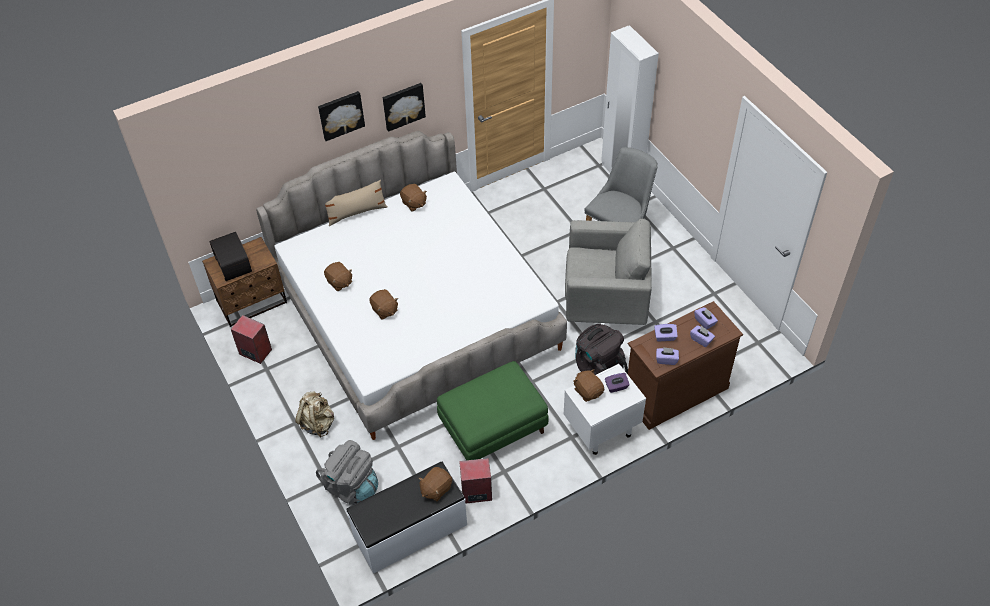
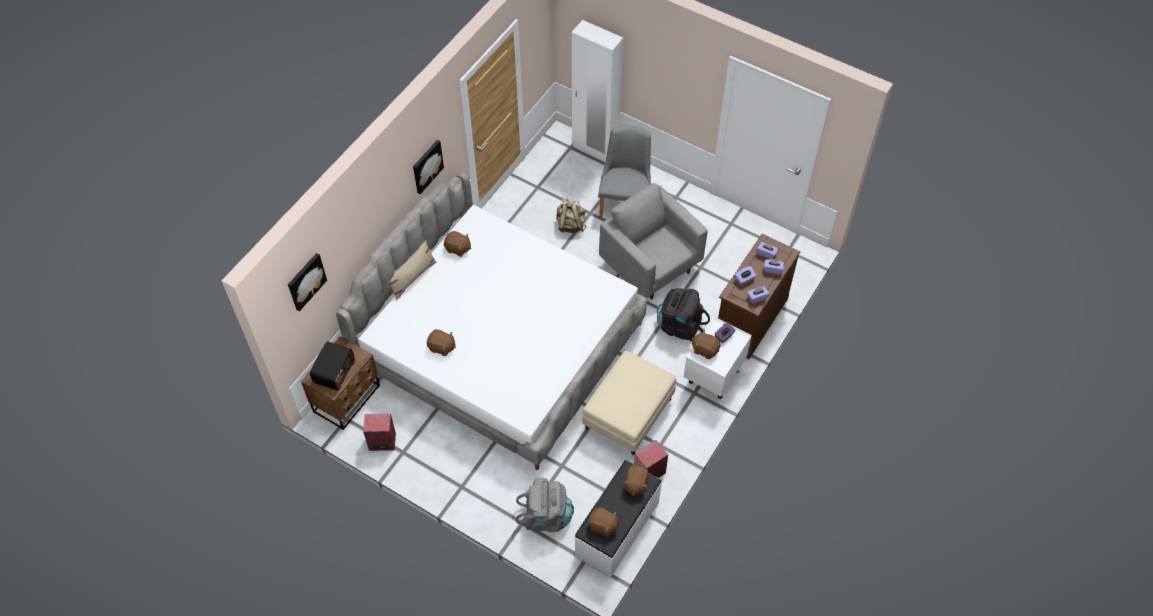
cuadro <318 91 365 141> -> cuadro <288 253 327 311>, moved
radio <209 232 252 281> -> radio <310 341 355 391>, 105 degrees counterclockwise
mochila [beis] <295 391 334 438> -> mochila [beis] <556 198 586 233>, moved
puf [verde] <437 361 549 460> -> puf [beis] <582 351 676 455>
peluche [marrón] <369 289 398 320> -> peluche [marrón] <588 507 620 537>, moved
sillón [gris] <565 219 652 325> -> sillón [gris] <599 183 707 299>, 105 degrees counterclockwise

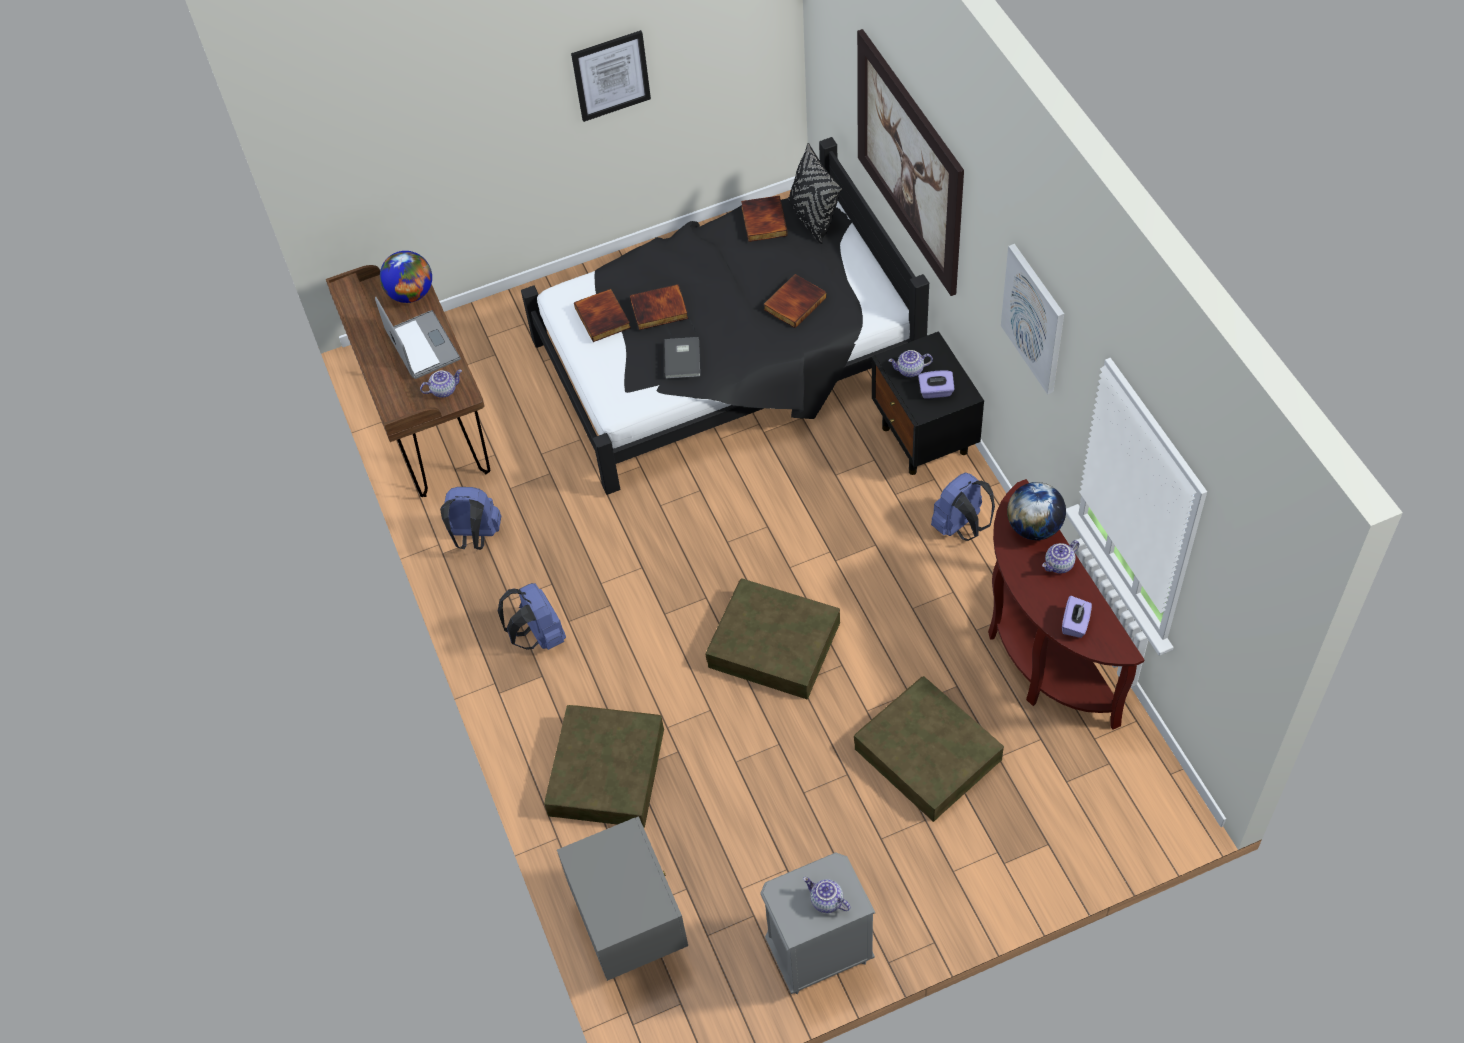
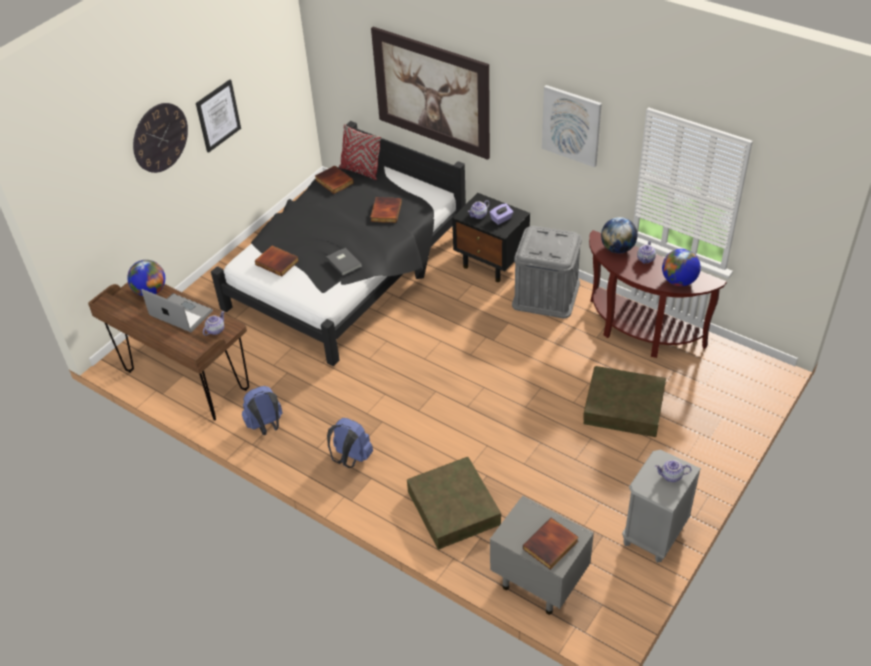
none -> reloj de pared <133 103 188 173>
cojín [negro] <788 143 842 244> -> cojín [rojo] <339 124 382 180>
mochila [azul] <931 473 995 541> -> caja de almacenaje [gris] <512 226 582 318>
libro <630 284 688 330> -> libro <523 518 579 570>, moved
caja de pañuelos [morado] <1062 596 1092 638> -> globo terráqueo <662 249 701 286>
caja de almacenaje [marrón] <705 579 840 699> -> none

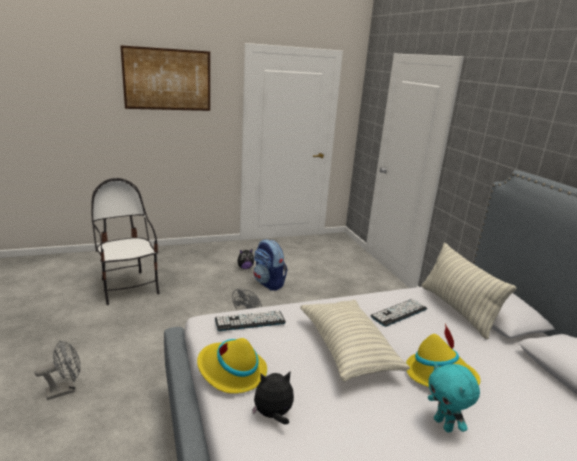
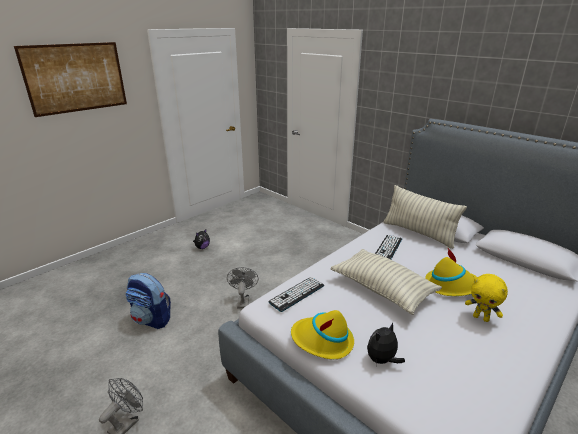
mochila <254 239 288 291> -> mochila <126 273 171 329>, moved
peluche [turquesa] <428 363 480 433> -> peluche [amarillo] <465 274 508 322>
silla <92 178 160 305> -> none

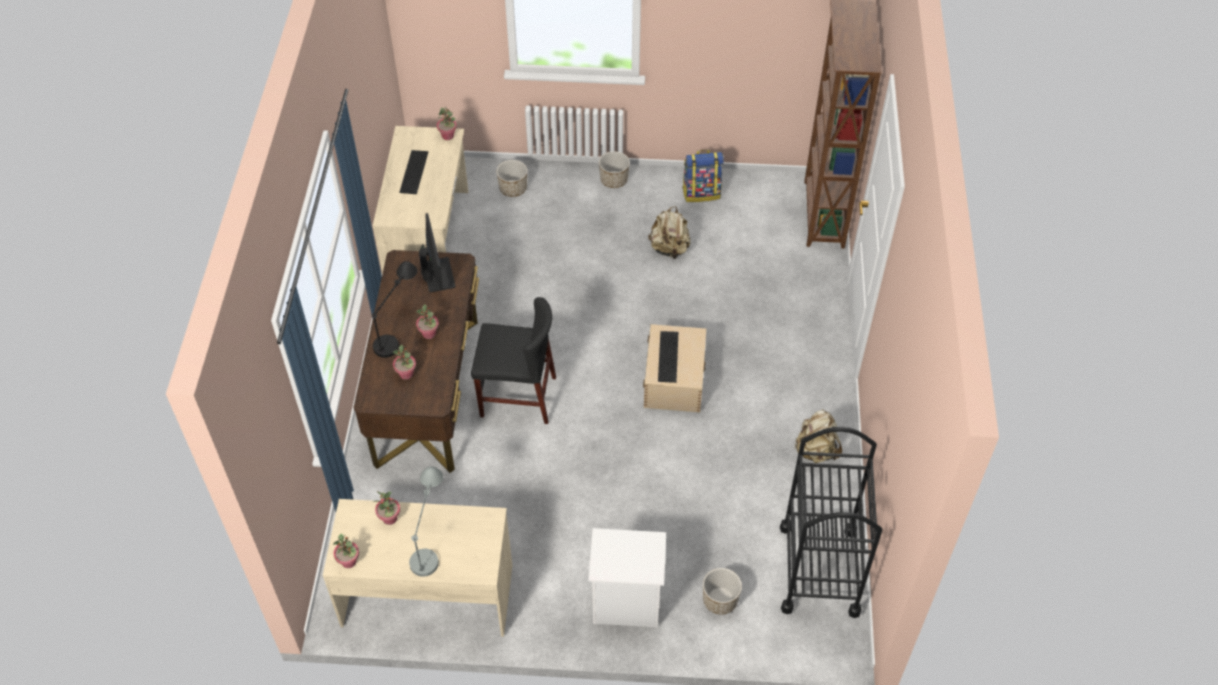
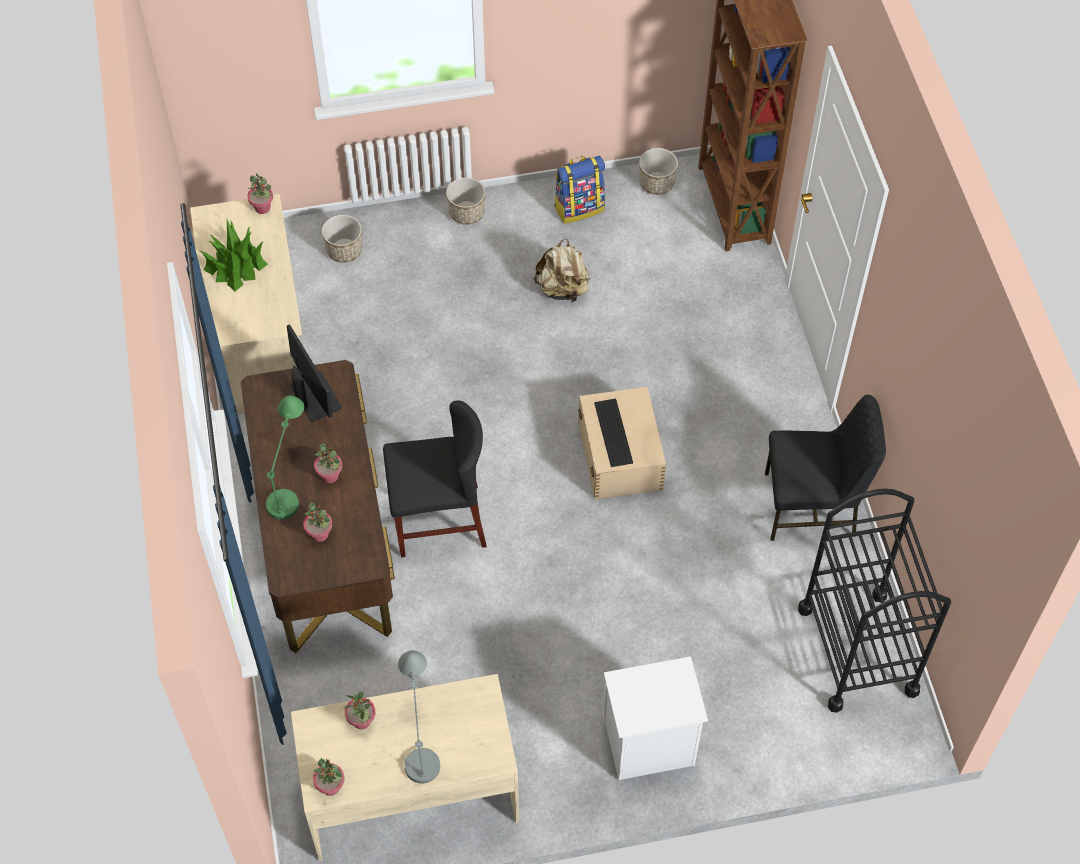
teclado <399 150 428 194> -> planta en maceta <200 219 268 291>
lámpara de mesa [negro] <371 261 417 358> -> lámpara de mesa [verde] <266 395 304 520>
maceta <703 568 742 614> -> maceta <639 148 678 195>, moved
mochila [beis] <794 409 842 463> -> silla [negro] <765 395 886 541>

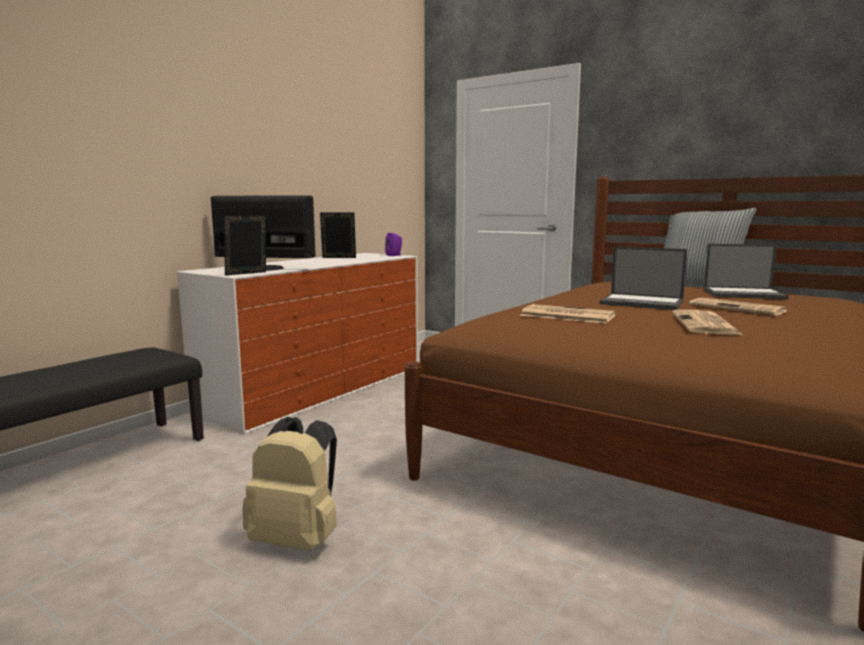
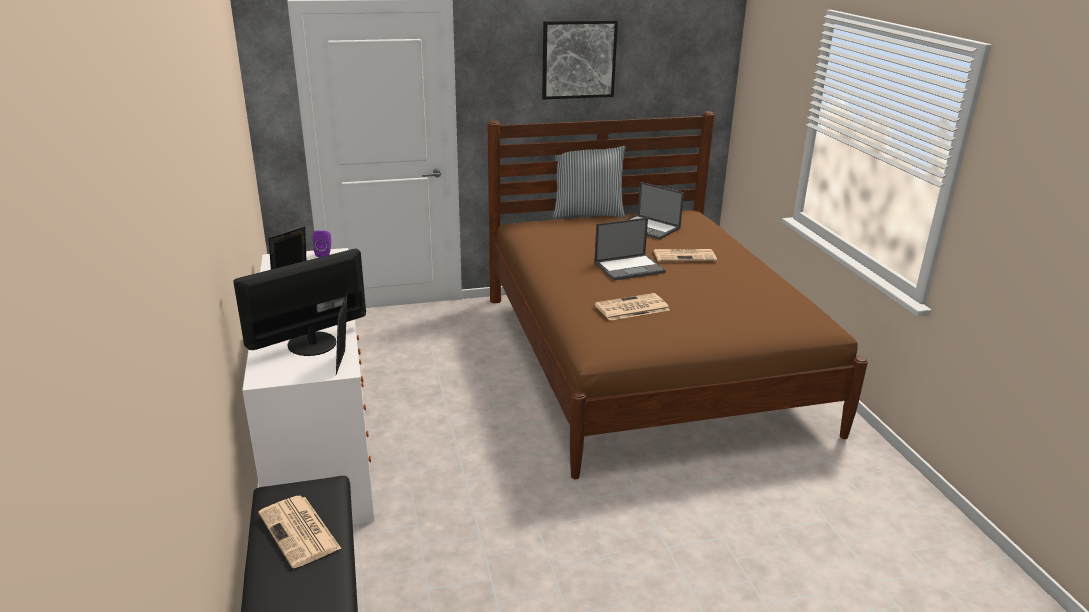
periódico <672 310 743 335> -> periódico <258 496 341 568>, moved
none -> cuadro <542 20 618 99>
portátil <704 244 789 299> -> portátil <628 182 684 240>, 75 degrees clockwise
mochila [beis] <242 417 337 551> -> none

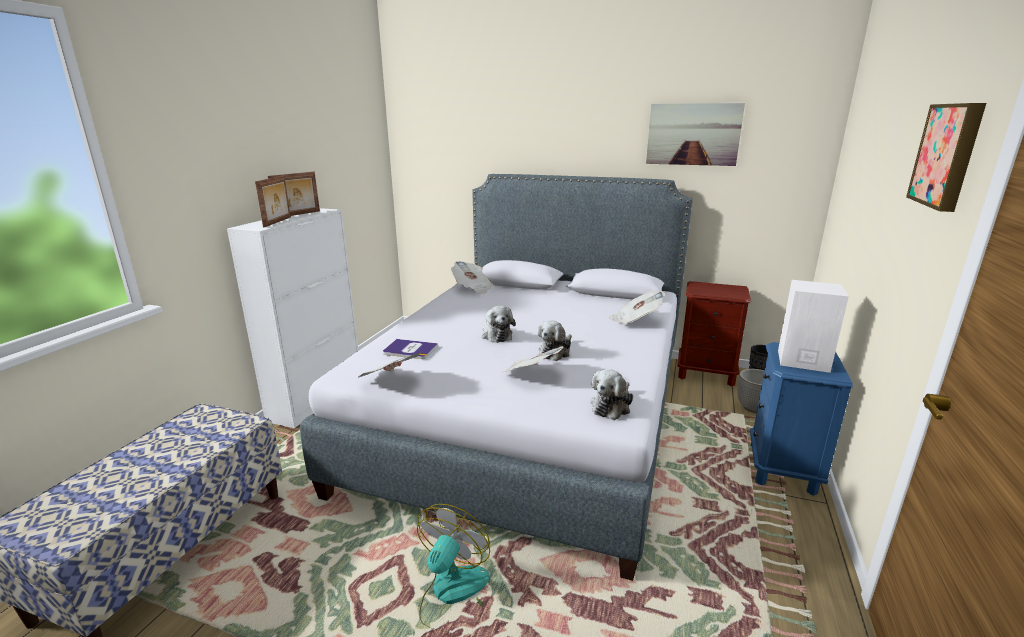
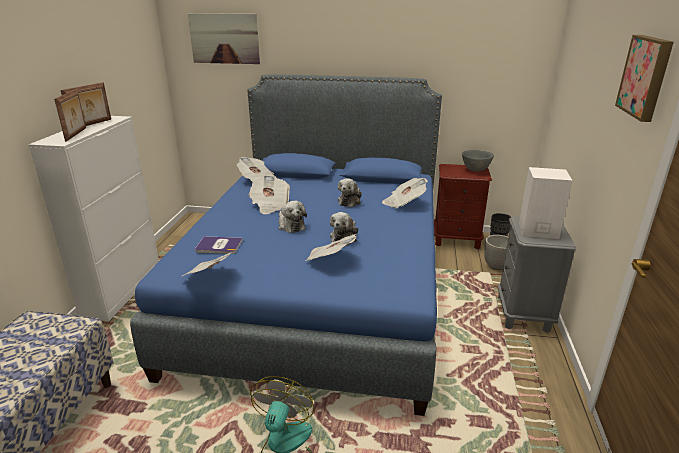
cama [gris] <300 174 693 581> -> cama [azul] <130 74 442 416>
cuadro <646 103 745 166> -> cuadro <188 13 260 64>, moved
none -> periódico <249 175 290 214>
peluche <591 369 633 420> -> peluche <338 178 362 207>, moved
none -> cuenco [gris] <462 150 494 172>
mesita de noche [azul] <750 342 853 496> -> mesita de noche [gris] <497 216 576 333>

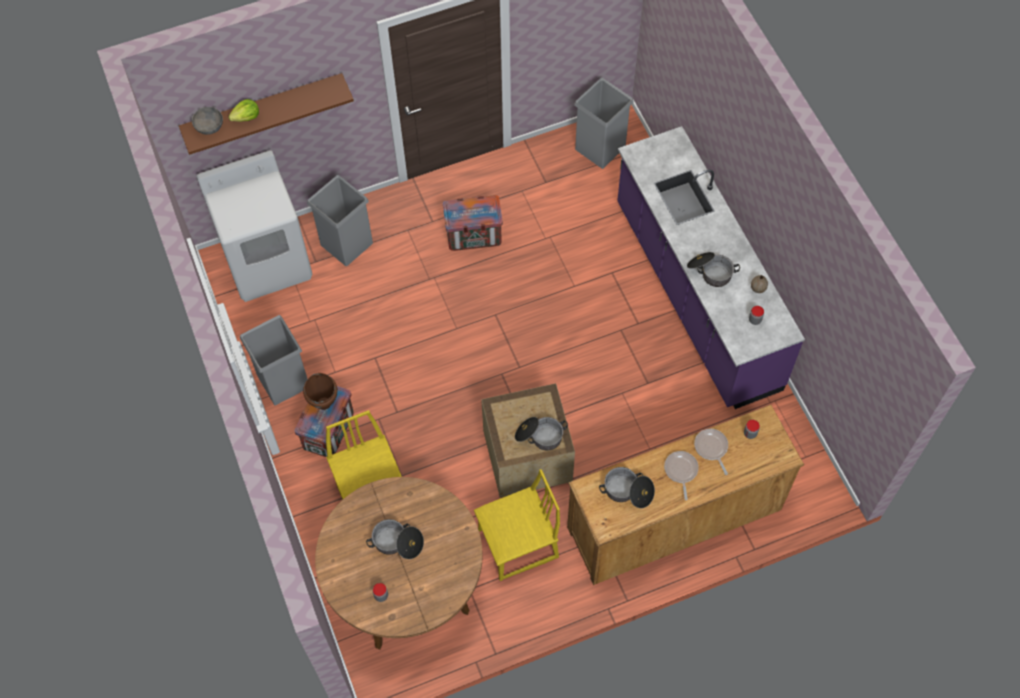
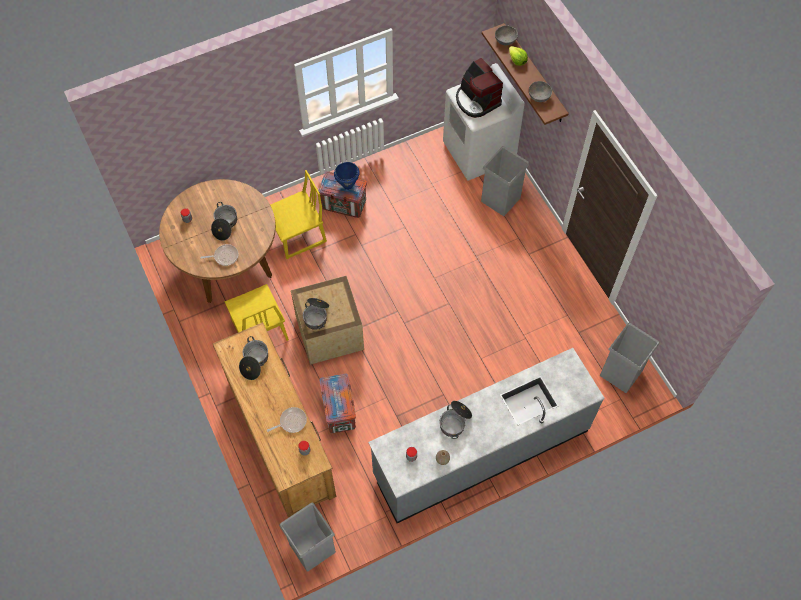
sartén <664 451 699 500> -> sartén <200 244 238 266>, moved
papelera [gris] <240 315 307 405> -> papelera [gris] <279 503 336 572>, moved
caja de embalaje <443 195 503 251> -> caja de embalaje <320 373 356 433>, moved
olla [marrón] <303 373 338 410> -> olla [azul] <334 162 359 190>
mueble bajo de cocina [morado] <617 126 805 409> -> mueble bajo de cocina [gris] <368 348 605 523>
none -> cafetera <456 58 503 118>
none -> cuenco [gris] <529 81 552 102>

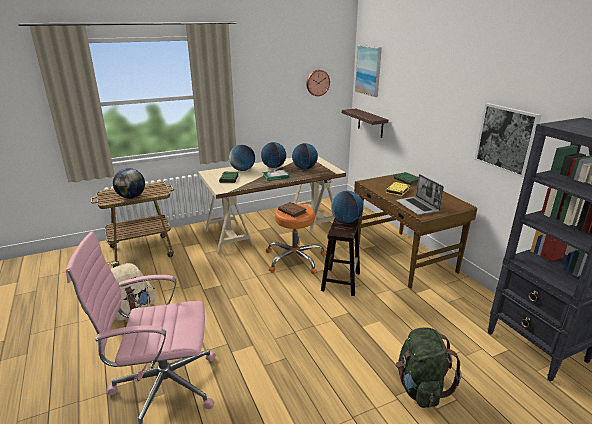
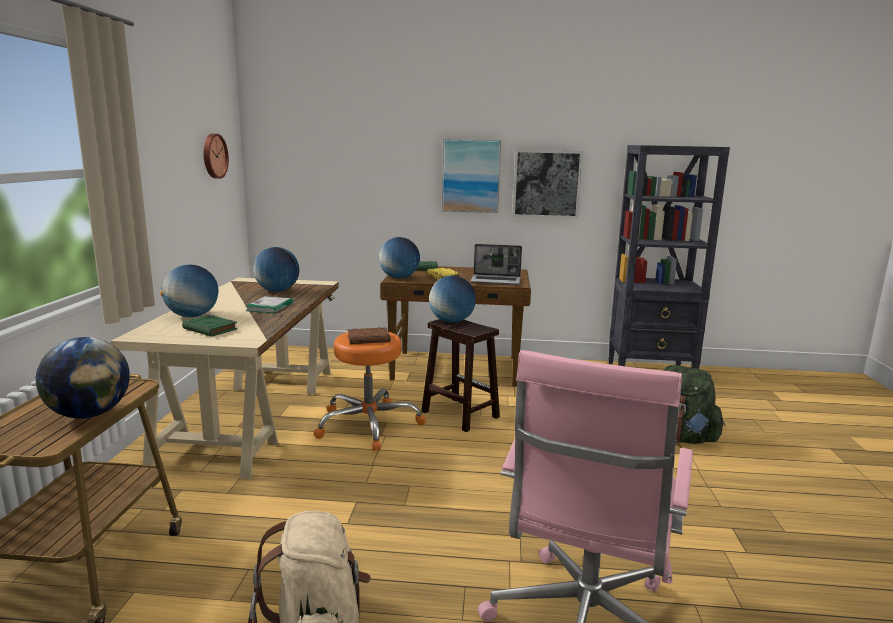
globo terráqueo <261 142 286 168> -> globo terráqueo <379 237 420 278>, moved
cuadro <355 45 382 97> -> cuadro <442 139 501 213>, moved
estante <342 109 388 138> -> none

